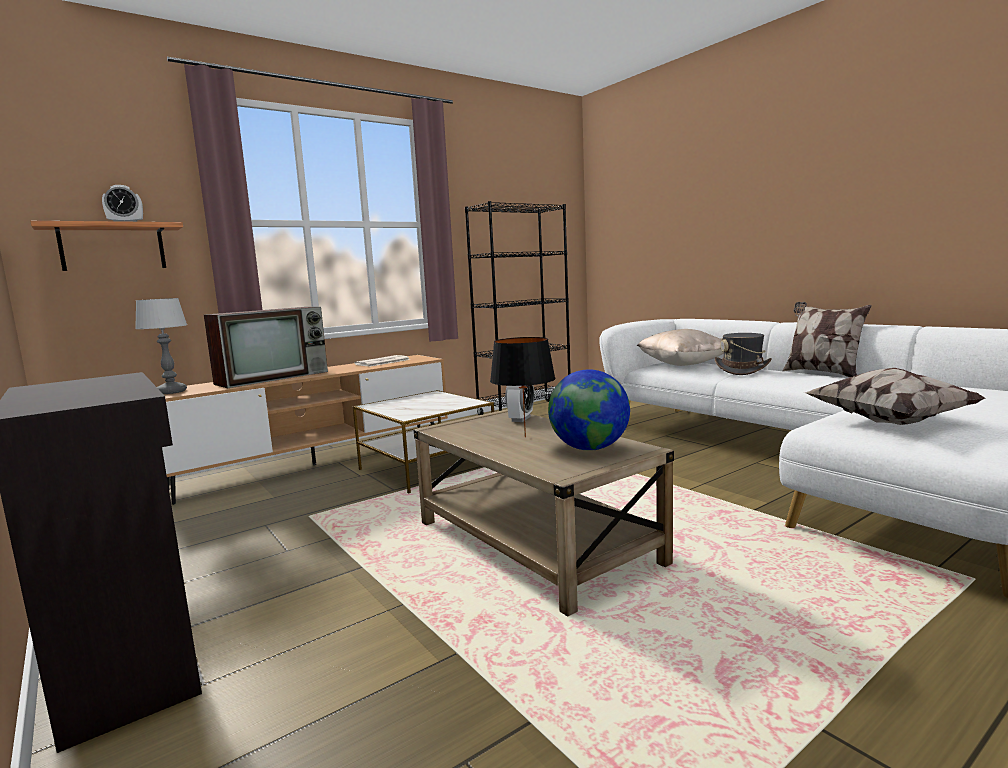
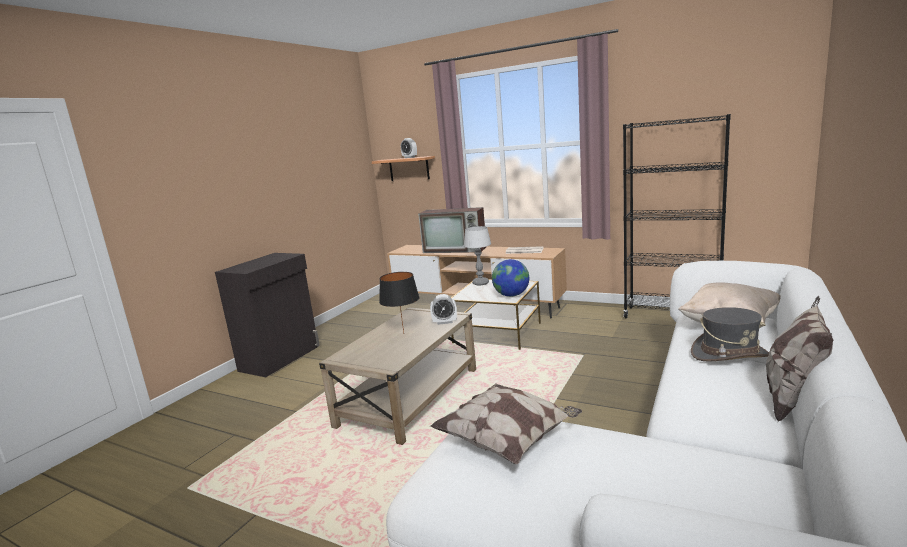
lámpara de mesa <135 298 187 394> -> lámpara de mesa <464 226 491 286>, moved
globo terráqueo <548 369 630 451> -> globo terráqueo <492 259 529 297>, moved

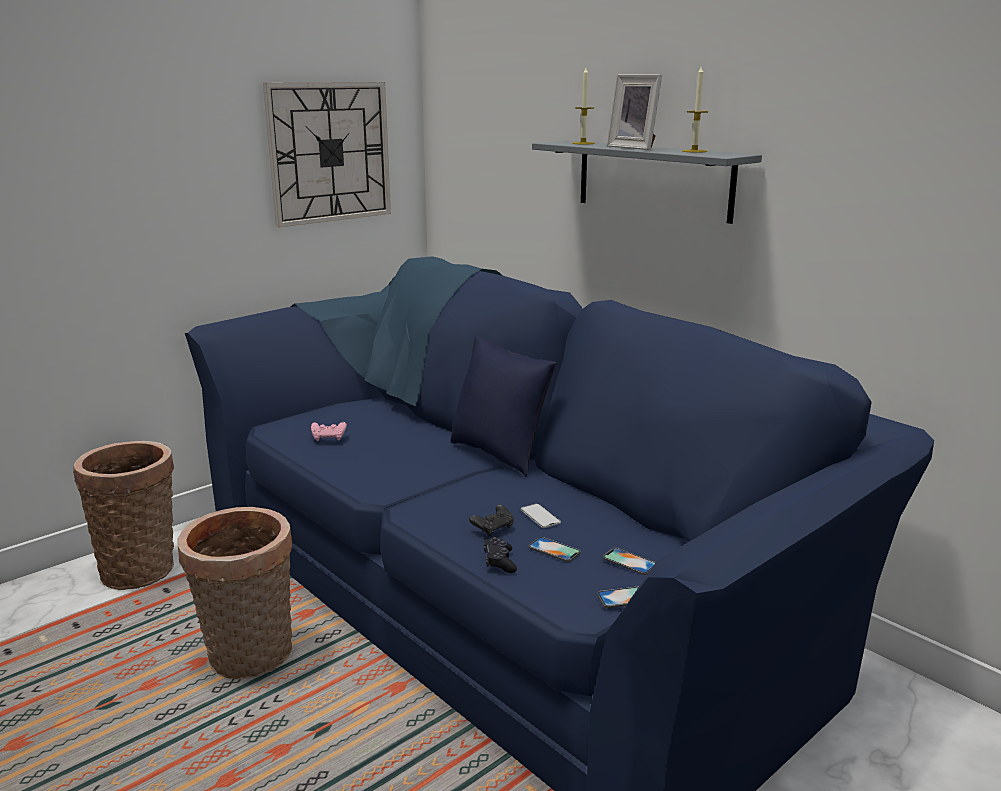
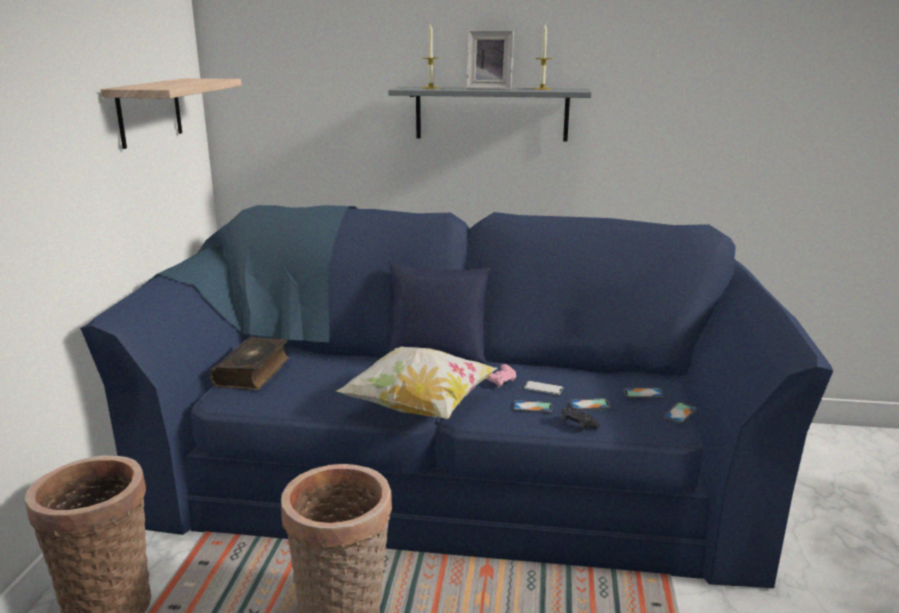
reloj de pared <263 82 391 227> -> estante <101 78 242 149>
none -> libro <210 337 290 390>
none -> cojín <335 346 498 419>
mando de consola [rosa] <311 422 347 441> -> mando de consola [rosa] <486 364 516 387>, moved
mando de consola [negro] <469 505 513 536> -> móvil <513 400 552 413>

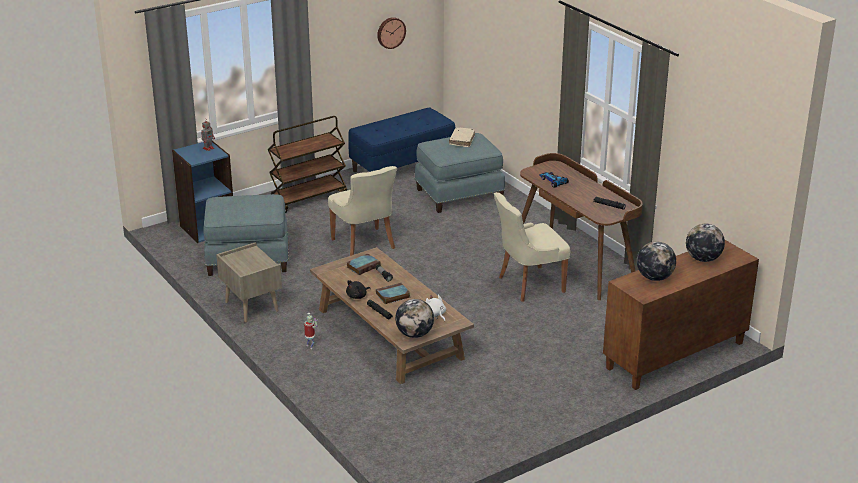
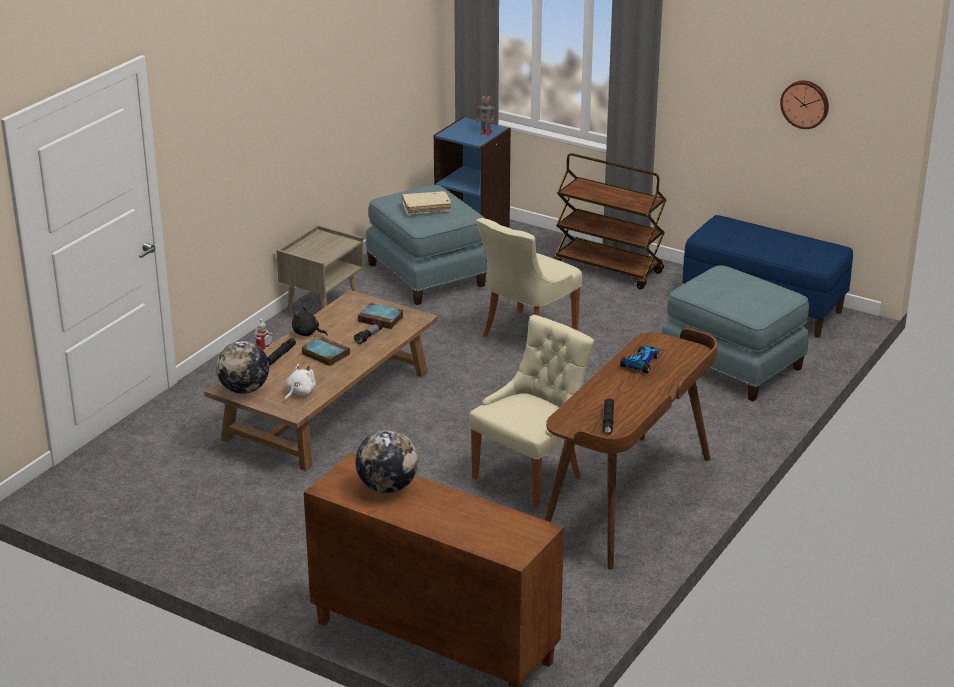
libro [beis] <449 128 475 147> -> libro [beis] <402 191 451 215>, moved
silla [beis] <494 192 570 302> -> silla [beis] <469 315 594 510>, 90 degrees clockwise
globo terráqueo <686 224 725 262> -> none

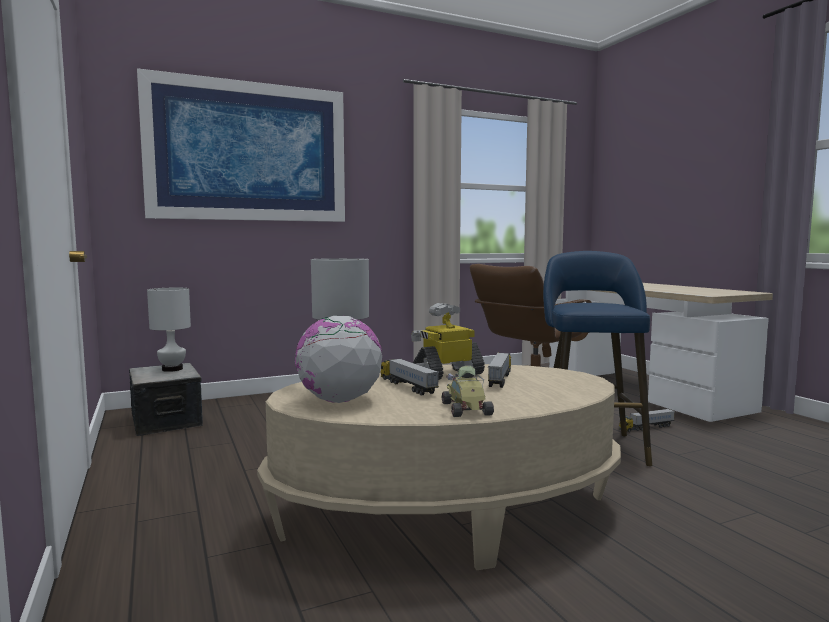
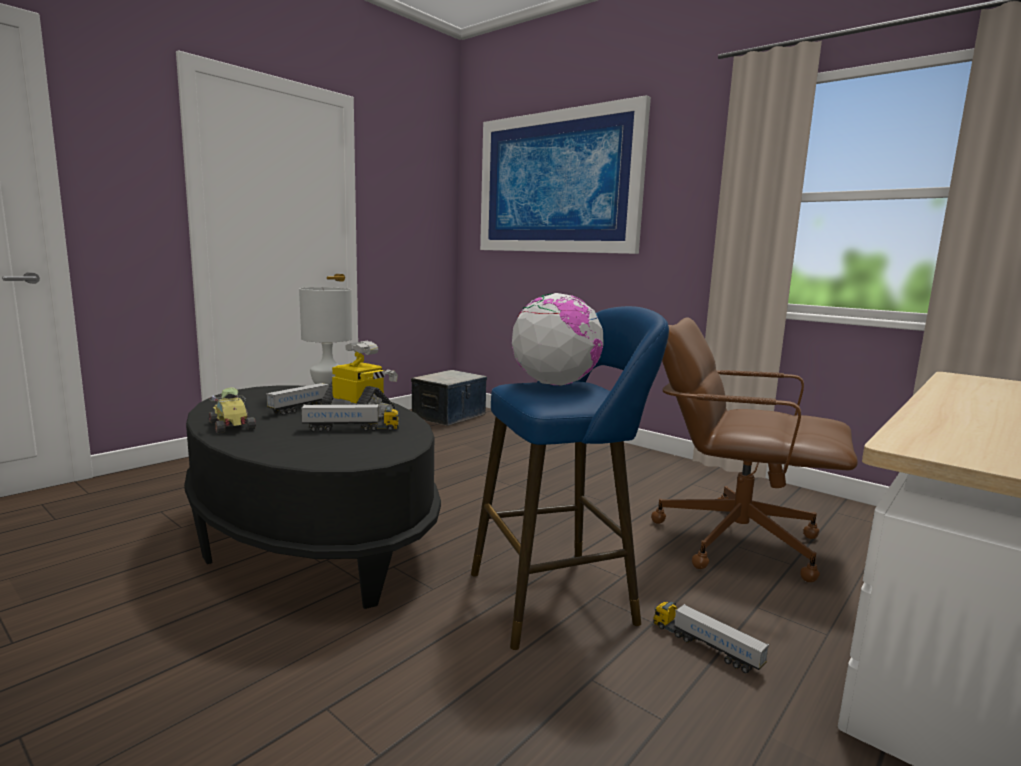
mesa de centro [beis] <257 364 621 570> -> mesa de centro [negro] <184 385 441 609>
coche de juguete <442 366 494 417> -> coche de juguete <209 387 256 433>, 90 degrees counterclockwise
globo terráqueo <295 316 382 403> -> globo terráqueo <512 293 604 386>, moved
lámpara de mesa [blanco] <147 288 191 372> -> none

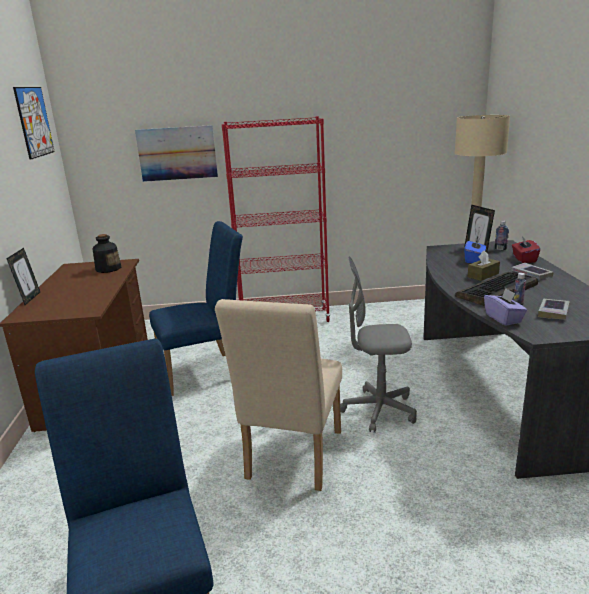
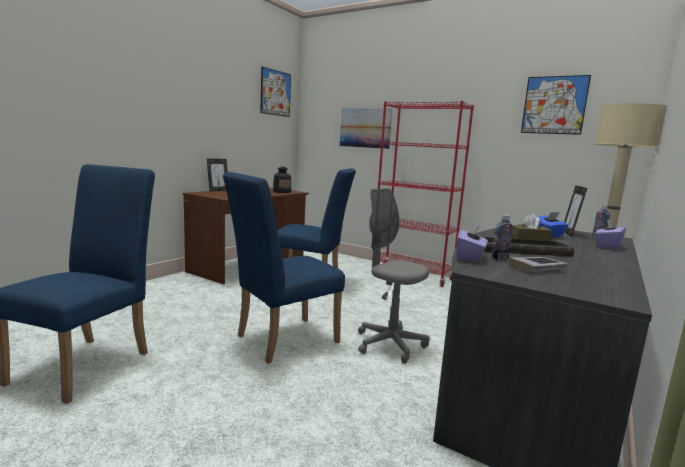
silla [beis] <215 299 342 491> -> silla [azul] <223 172 345 364>
none -> cuadro <521 75 591 135>
caja de pañuelos [rojo] <512 237 540 263> -> caja de pañuelos [morado] <596 219 626 249>
libro <511 263 554 279> -> none

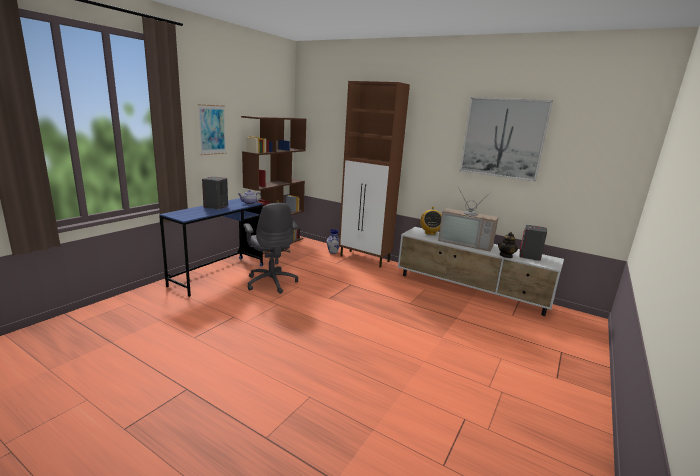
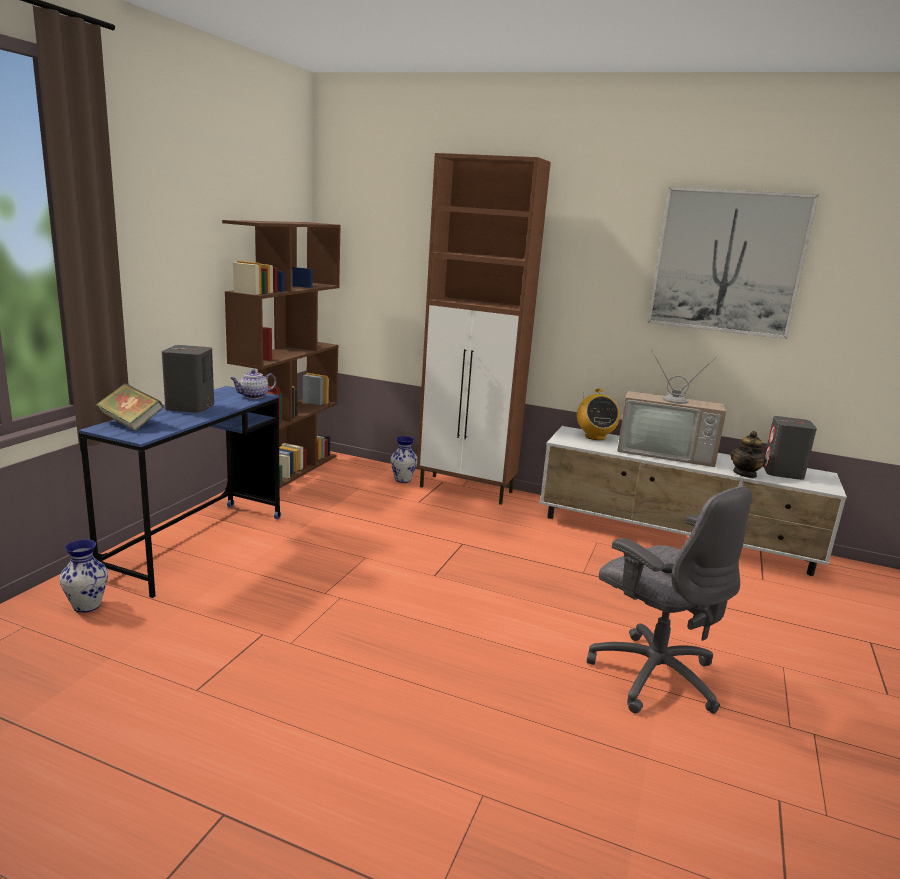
none -> florero <59 539 108 613>
none -> libro <96 383 163 431>
silla de oficina [gris] <243 203 298 294> -> silla de oficina [gris] <587 486 752 714>, moved
cuadro <198 104 226 155> -> none

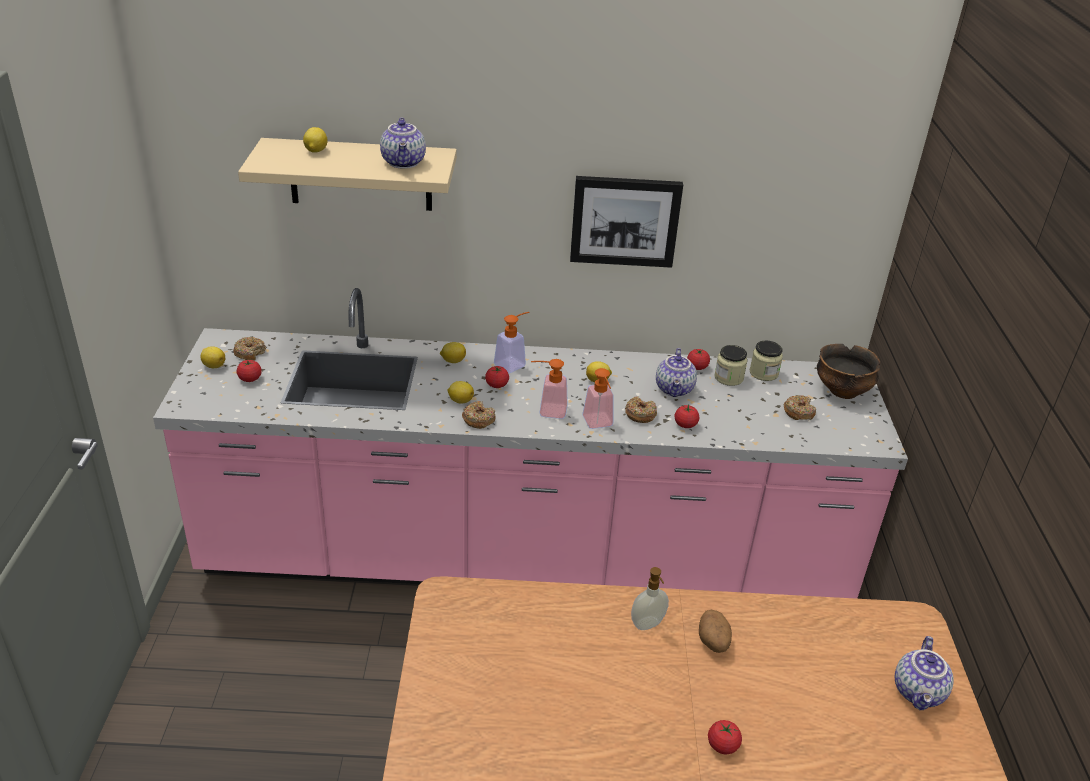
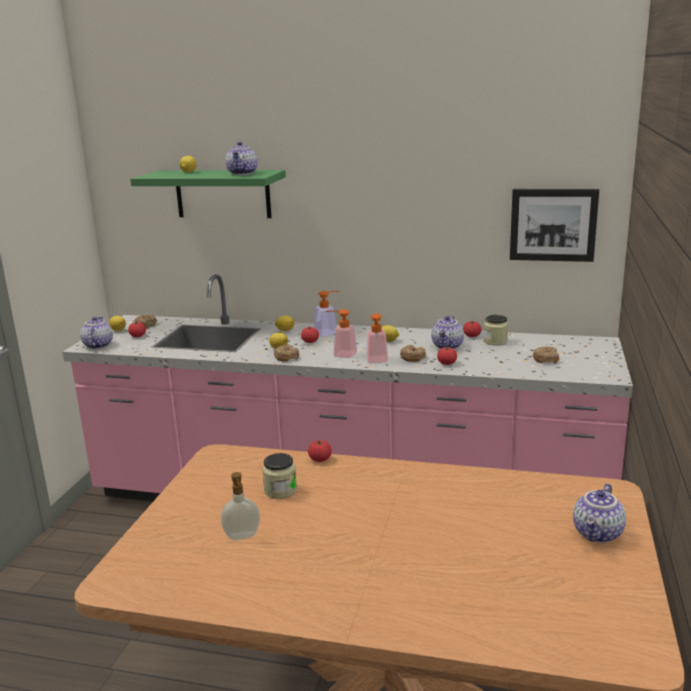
none -> tetera <80 317 113 349>
estante [beis] <238 138 457 211> -> estante [verde] <130 170 286 218>
dispensador de jabón <631 567 669 630> -> dispensador de jabón <221 472 260 540>, moved
tarro <750 341 783 381> -> tarro <262 453 297 499>, moved
tomate <708 720 742 754> -> tomate <308 440 332 462>, moved
cuadro <570 176 683 268> -> cuadro <510 189 599 262>, moved
patata <699 610 732 653> -> none
cuenco <817 344 880 399> -> none

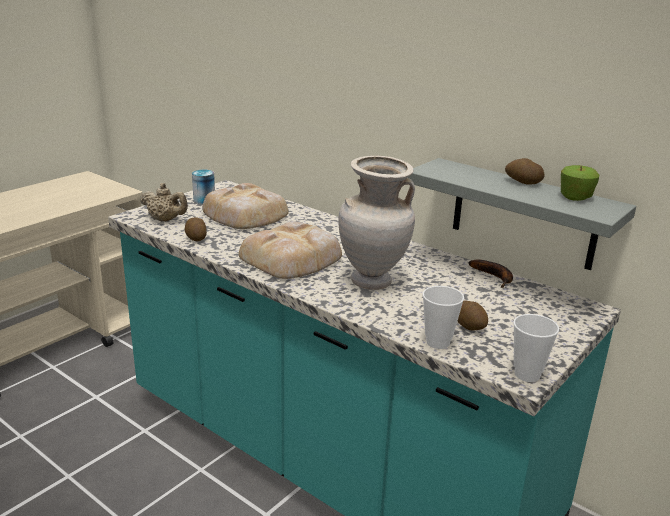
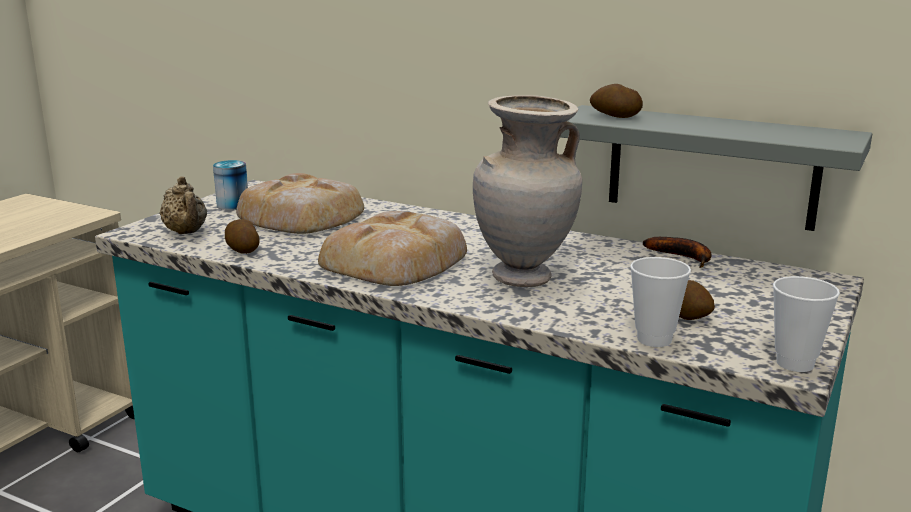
tetera [beis] <140 183 188 222> -> tetera [beis] <159 176 207 234>, 45 degrees clockwise
patata <505 158 545 185> -> patata <590 84 643 118>, moved
manzana <561 165 599 201> -> none

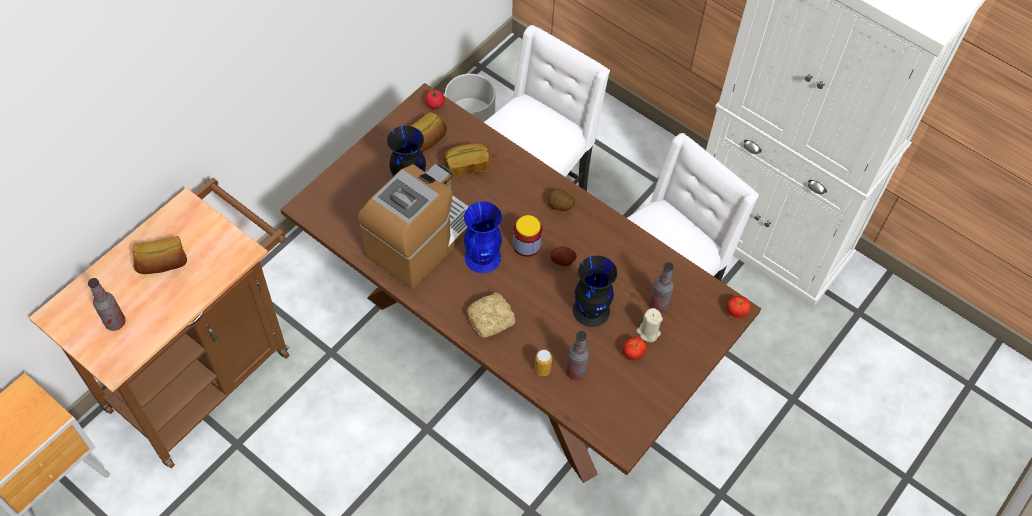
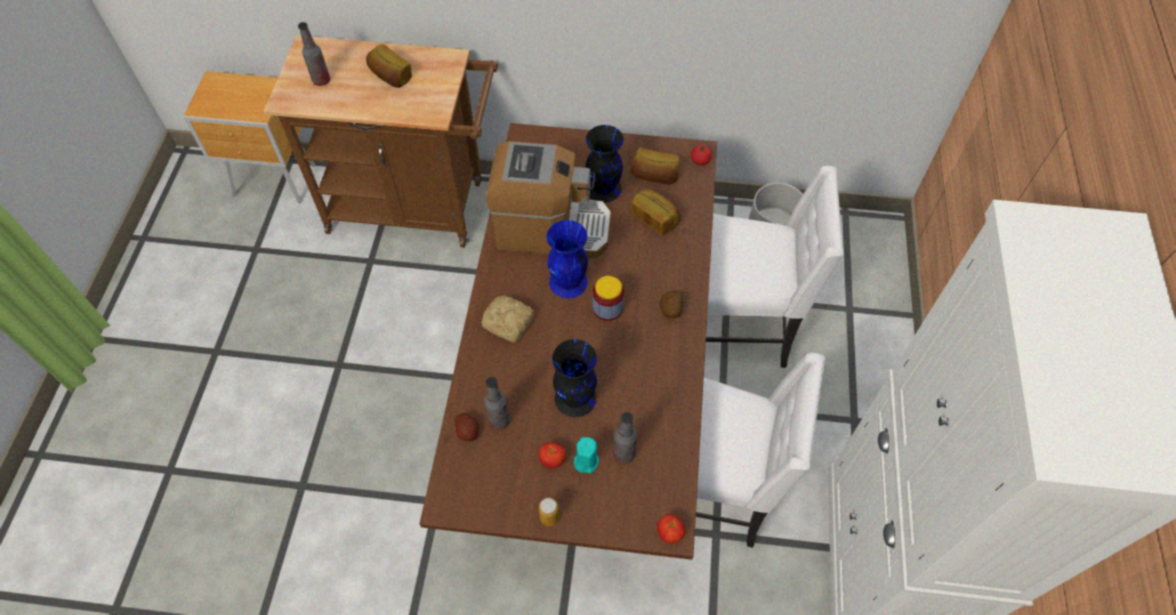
patata <550 246 577 266> -> patata <455 413 479 441>, moved
lata <535 350 552 376> -> lata <539 498 559 526>, moved
vela [beis] <636 308 663 342> -> vela [turquesa] <574 437 599 473>

